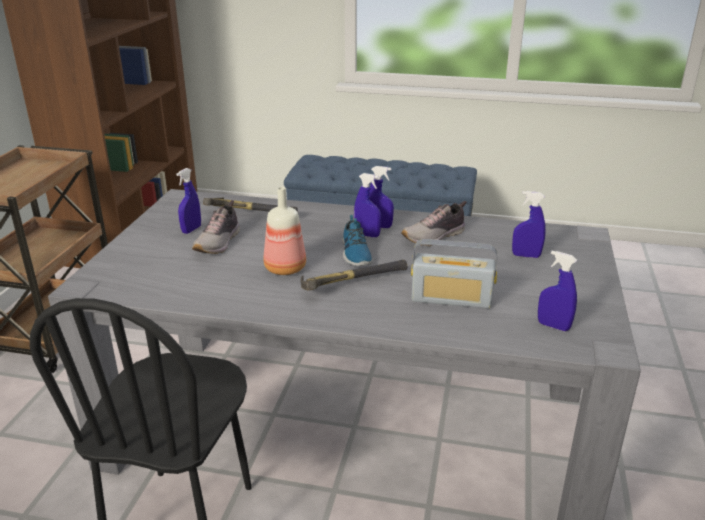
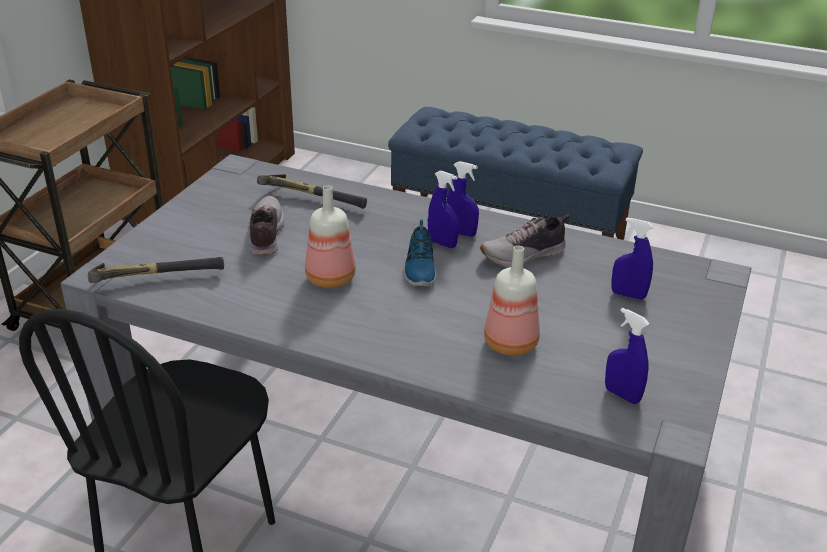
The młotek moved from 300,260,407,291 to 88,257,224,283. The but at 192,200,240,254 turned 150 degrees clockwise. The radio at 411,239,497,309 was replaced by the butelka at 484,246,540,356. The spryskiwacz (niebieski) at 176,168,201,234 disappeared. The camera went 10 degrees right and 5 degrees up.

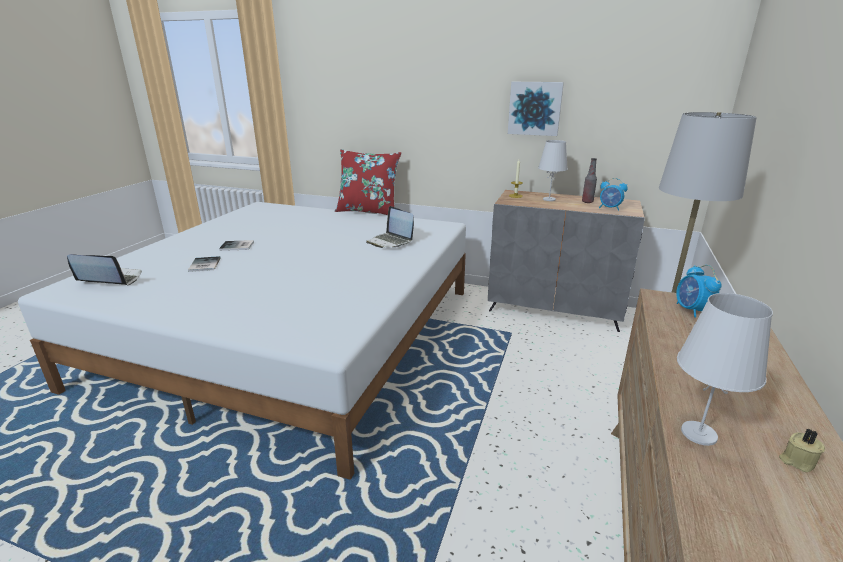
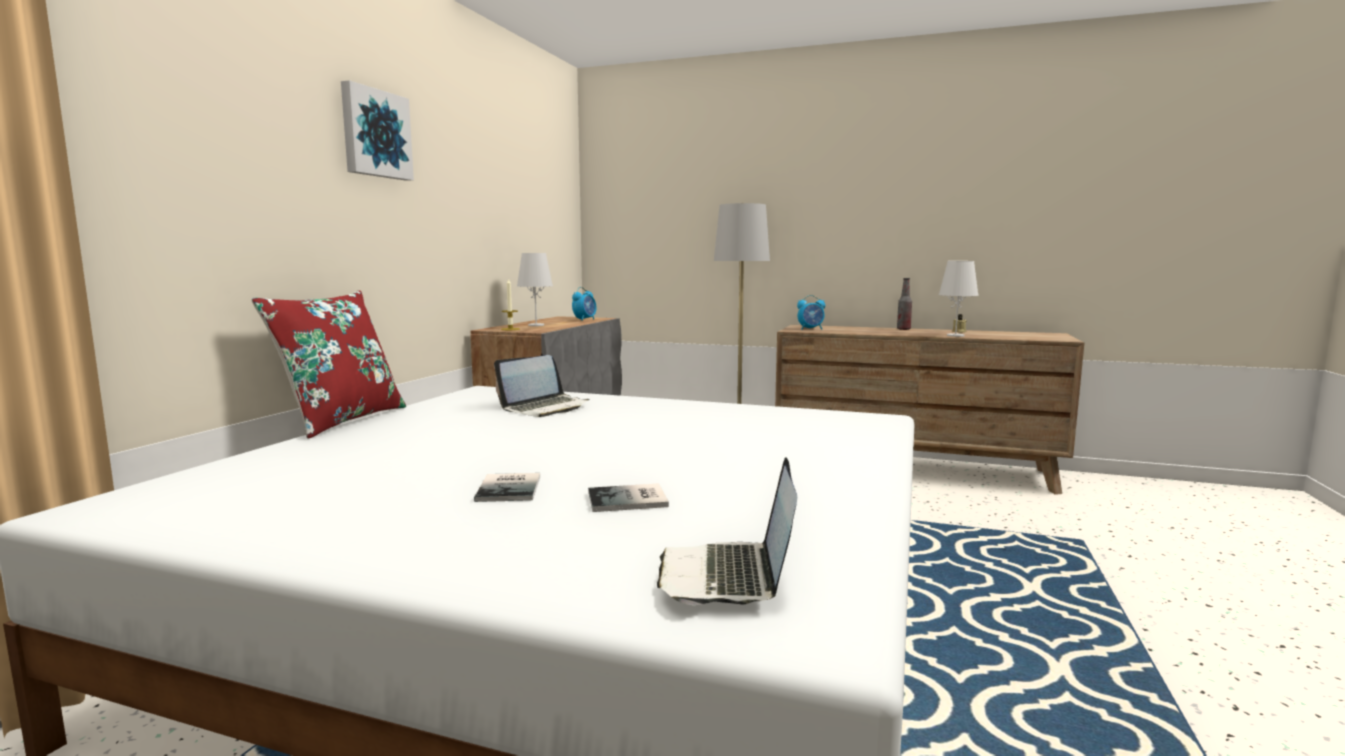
The obraz moved from 508,82,564,136 to 341,80,414,181. The butelka moved from 582,158,597,203 to 897,278,912,330. The camera went 90 degrees left and 15 degrees down.

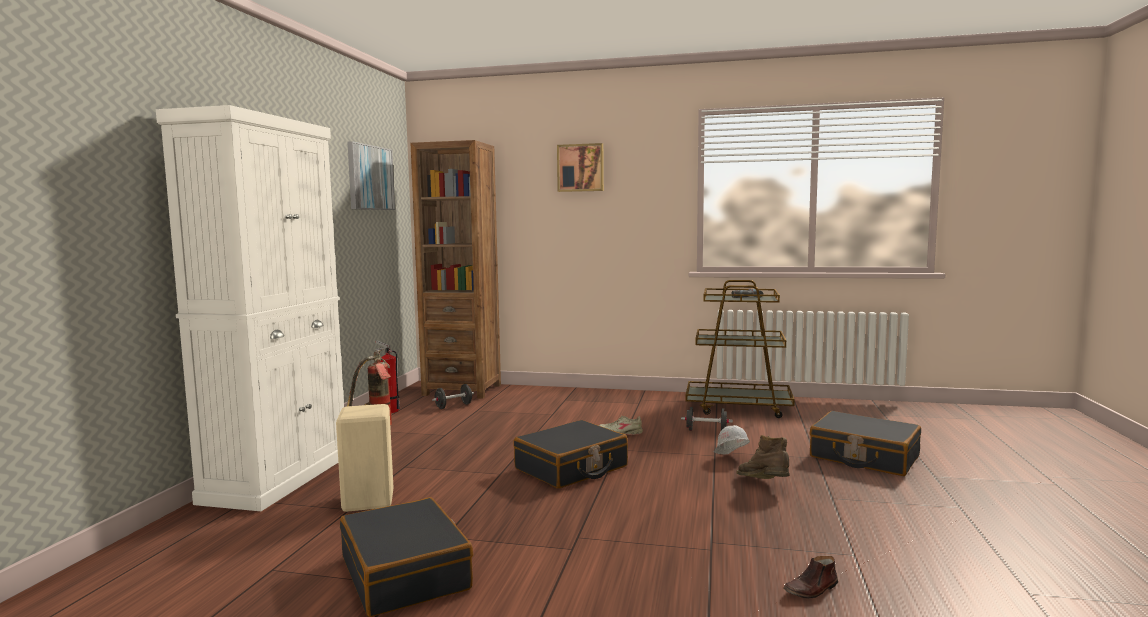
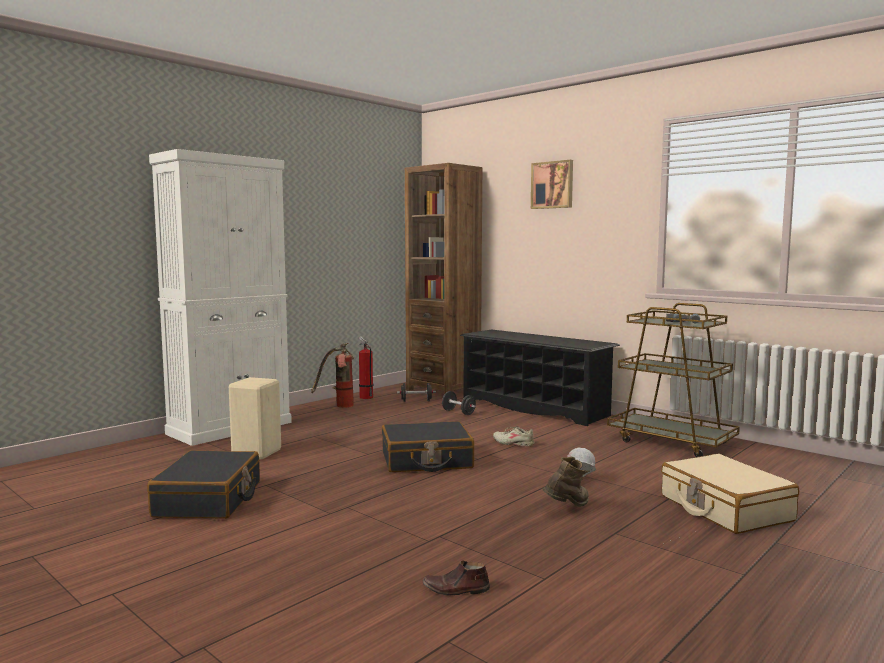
The hantel (czarny) moved from 681,407,733,431 to 442,391,476,415. The regał na buty (czarny) at 460,330,620,426 appeared. The but z cholewką (brązowy) at 736,435,790,479 turned 45 degrees clockwise. The walizka (czarny) at 810,411,921,476 became the walizka (beżowy) at 661,454,799,534. The obraz at 347,141,395,210 disappeared. The camera went 30 degrees right and 0 degrees up.

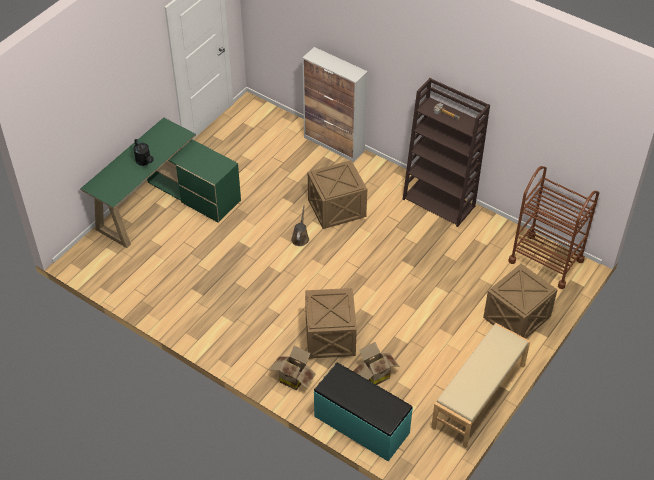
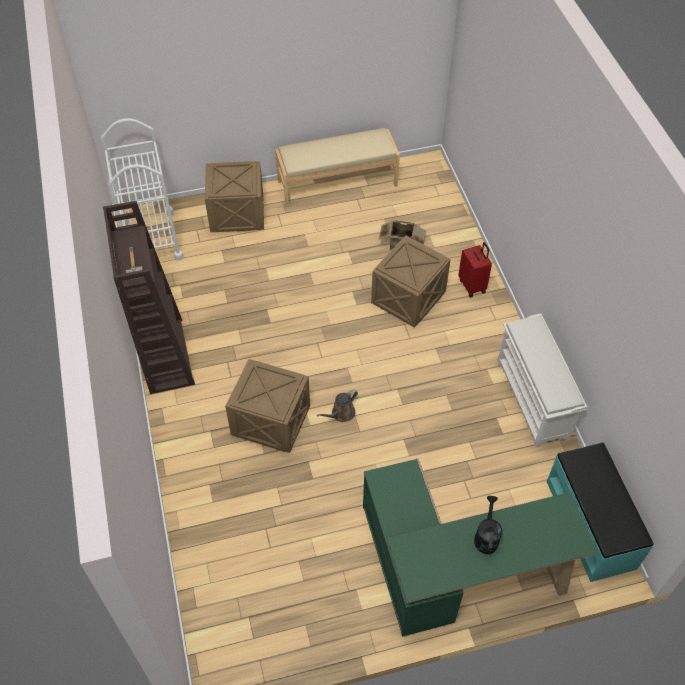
The wózek (brązowy) at 508,166,599,289 became the wózek (biały) at 101,118,183,261. The karton at 270,346,316,390 was replaced by the walizka (czerwony) at 458,242,492,297. The regał na buty (biały) at 497,314,587,448 appeared. The ławka (turkusowy) moved from 314,363,413,461 to 547,442,654,582. The szafka at 302,47,368,162 disappeared. The camera went 140 degrees left and 5 degrees up.

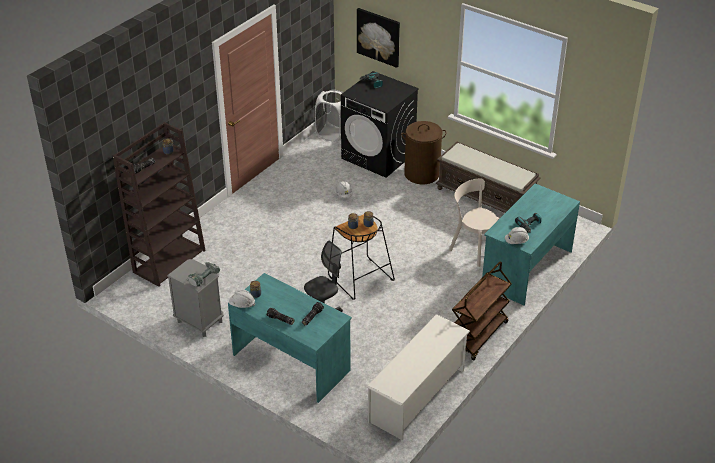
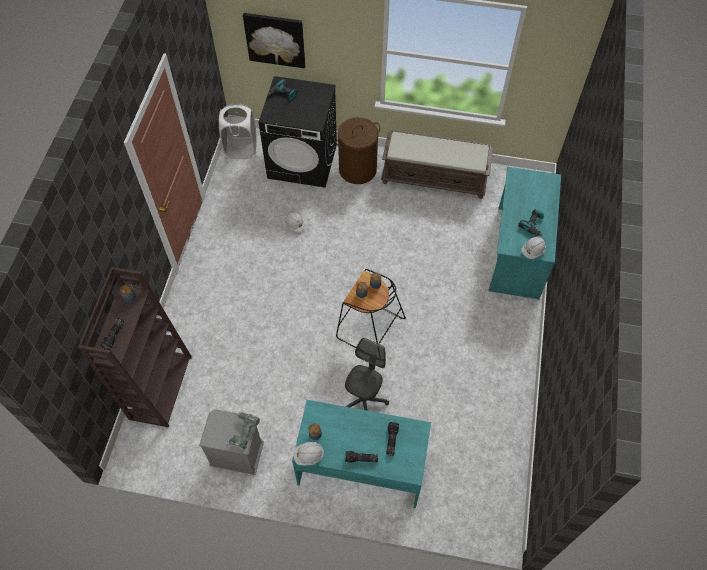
The regał na buty (biały) at 366,314,470,440 disappeared. The krzesło (beżowy) at 449,178,499,267 disappeared. The wózek (brązowy) at 452,261,512,360 disappeared. The camera went 25 degrees left and 20 degrees up.

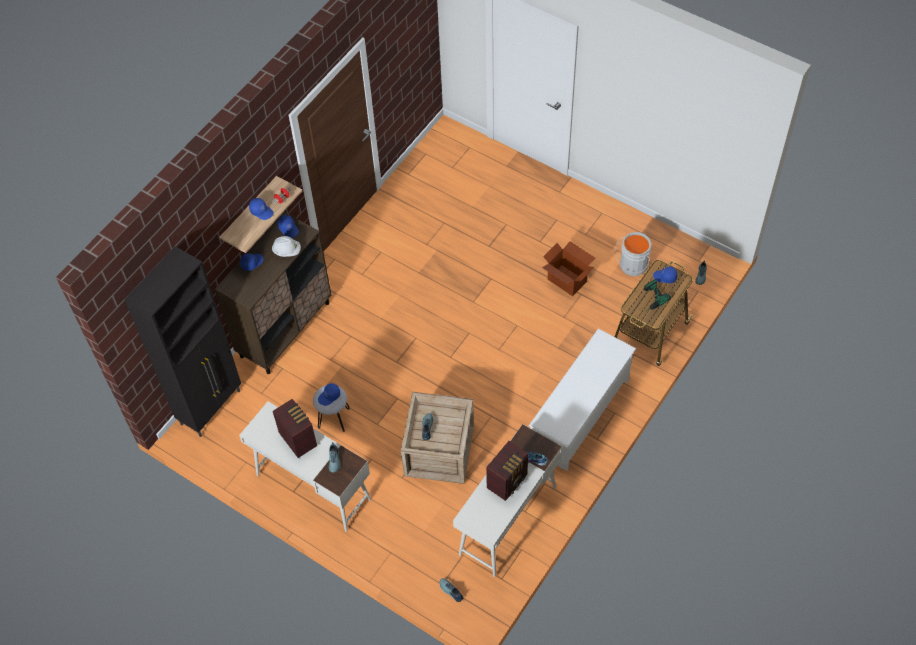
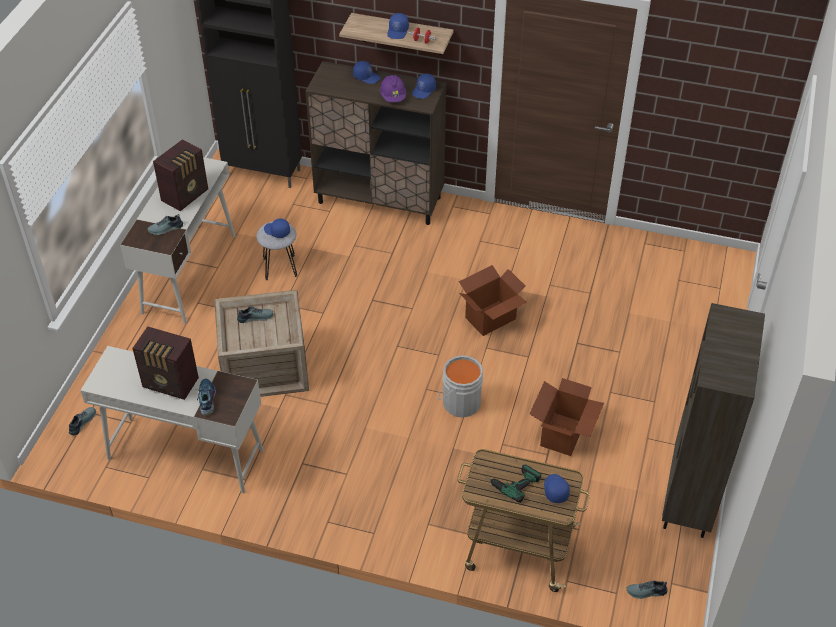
The kask (biały) at 272,236,301,257 became the kask (fioletowy) at 380,75,406,102. The wiadro (szary) moved from 615,232,651,276 to 438,355,483,418. The karton at 459,265,527,336 appeared. The regał (brązowy) at 662,303,765,538 appeared. The regał na buty (biały) at 529,328,636,471 disappeared. The camera went 70 degrees right and 10 degrees down.

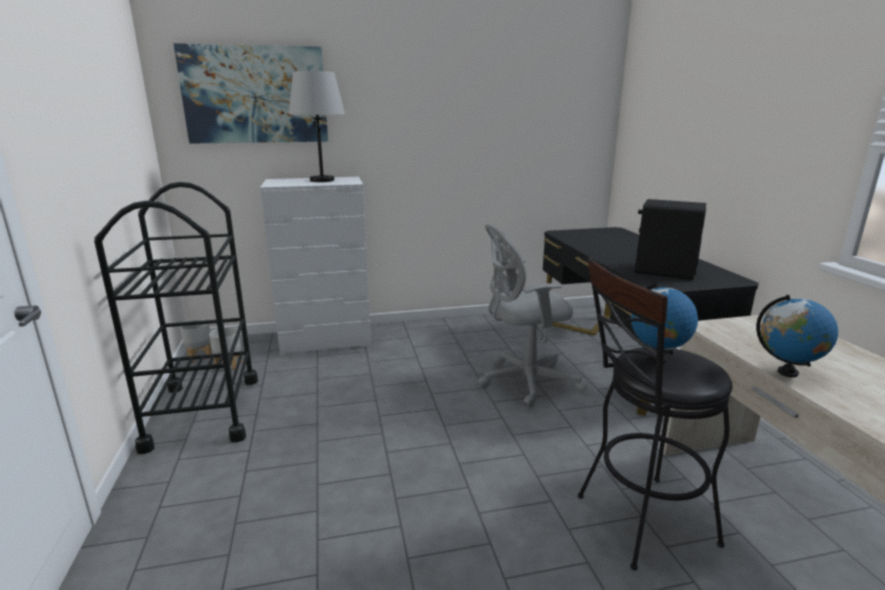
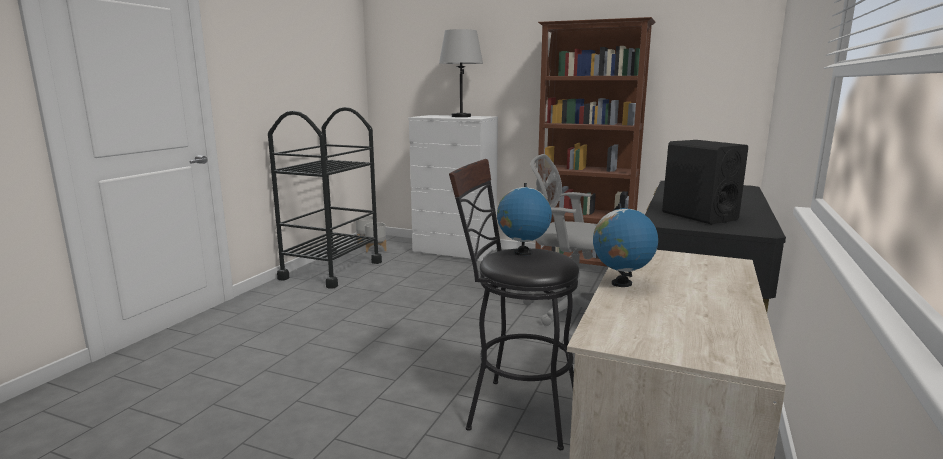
The regał (brązowy) at 535,17,656,267 appeared. The obraz at 173,43,328,144 disappeared. The camera went 35 degrees right and 5 degrees down.

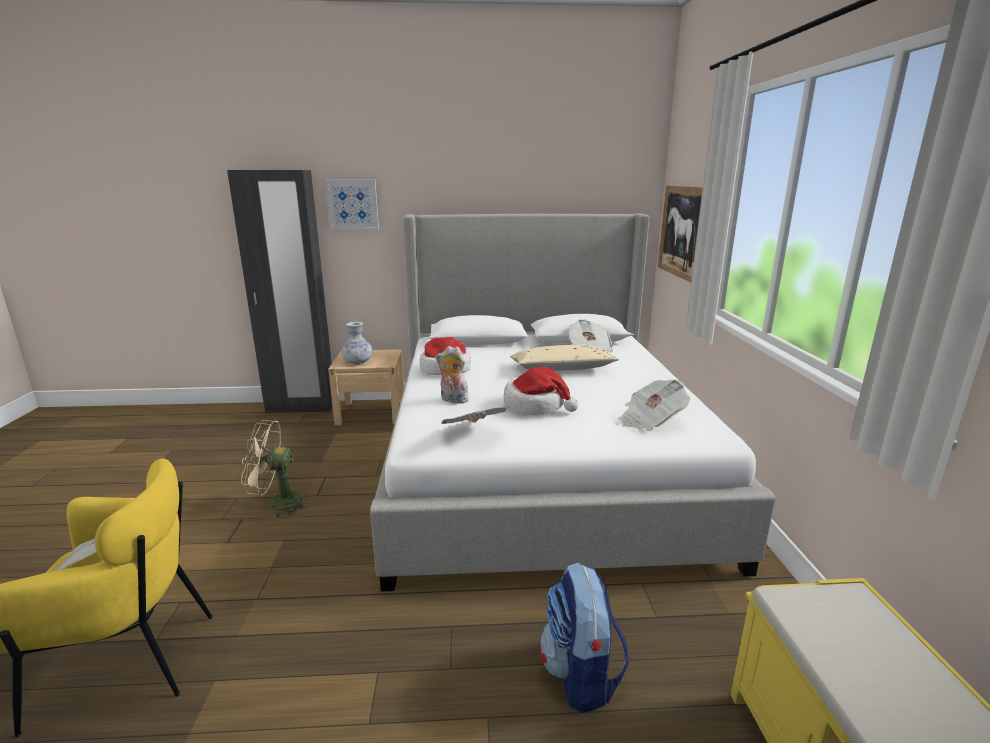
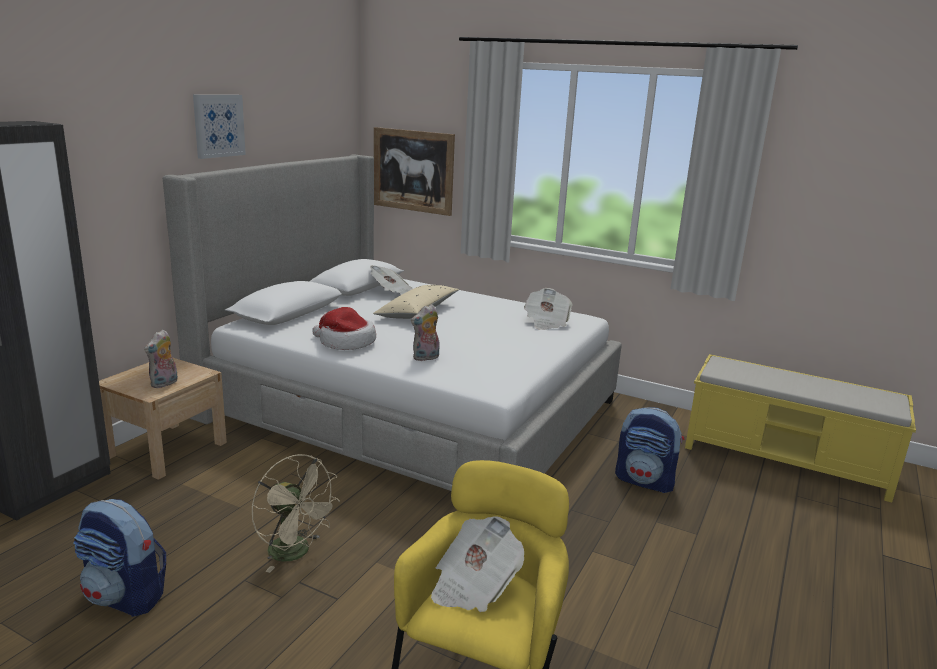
The plecak at 73,499,166,617 appeared. The wazon at 342,322,373,365 was replaced by the pluszak at 144,330,178,388. The obraz moved from 325,179,379,230 to 193,95,246,159. The wentylator (beżowy) at 241,420,311,518 turned 75 degrees counterclockwise. The gazeta at 442,408,506,424 disappeared. The kapelusz at 504,367,579,414 disappeared. The camera went 60 degrees left and 0 degrees up.

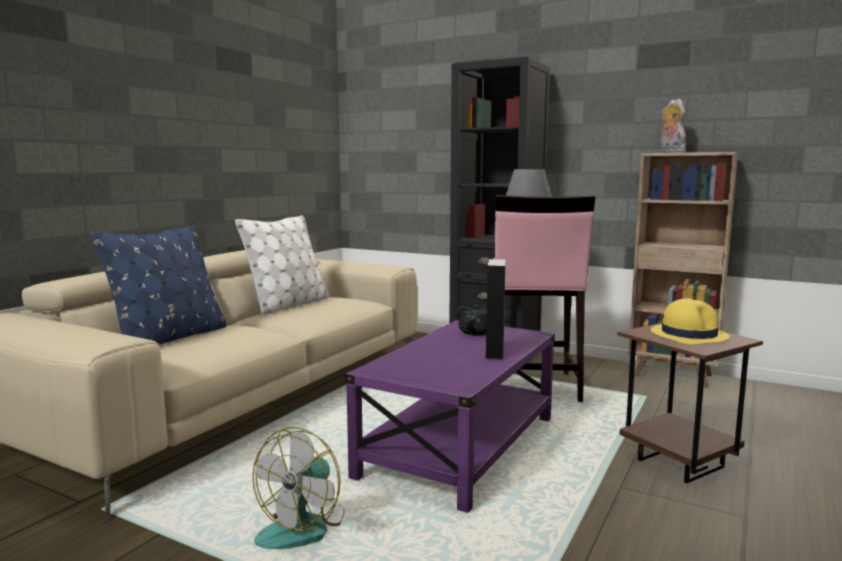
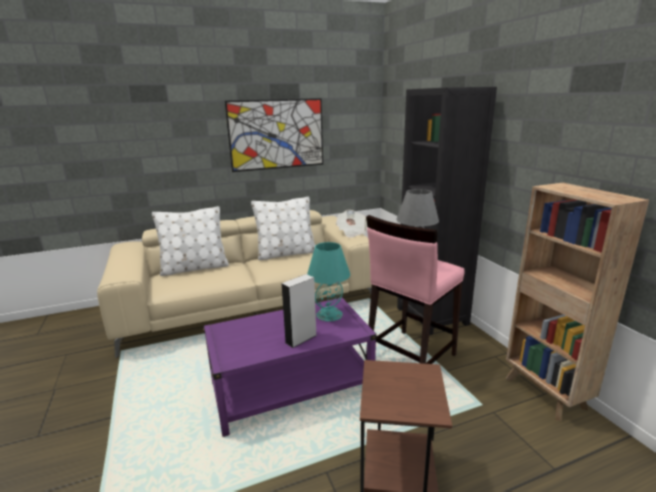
The poduszka (niebieski) at 91,226,227,344 became the poduszka (biały) at 152,206,229,276. The obraz at 225,98,323,172 appeared. The imbryk (czarny) at 458,305,487,335 was replaced by the lampa stołowa (turkusowy) at 307,242,350,322. The gazeta at 336,210,367,238 appeared. The wentylator at 252,427,344,549 disappeared. The kapelusz (żółty) at 651,298,730,345 disappeared. The pluszak at 660,99,687,153 disappeared. The camera went 40 degrees right and 10 degrees up.

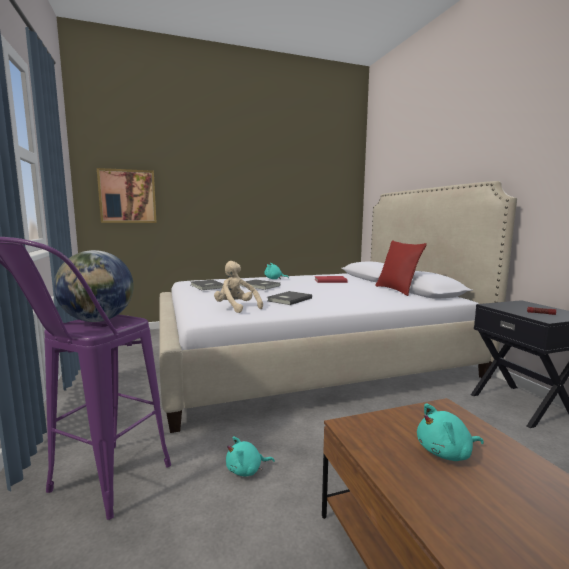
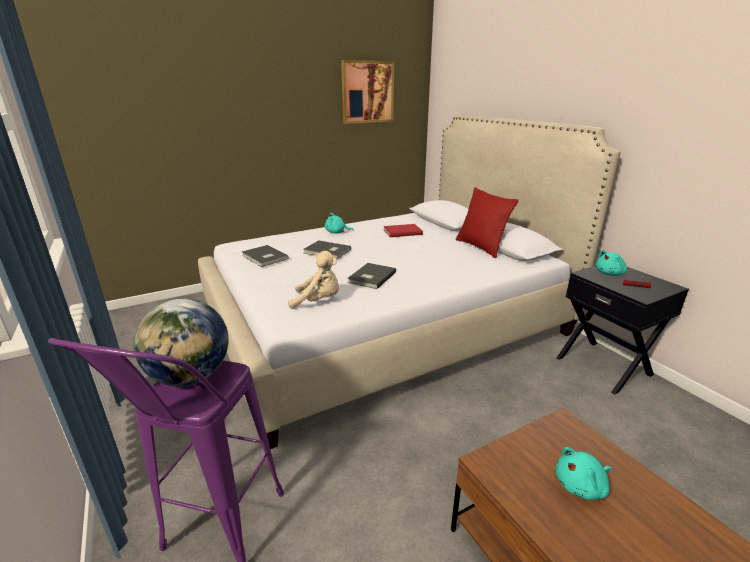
The pluszak (beżowy) at 214,261,263,313 turned 150 degrees clockwise. The obraz moved from 97,168,157,223 to 341,60,394,124. The pluszak (turkusowy) moved from 226,437,275,477 to 596,250,627,276. The camera went 10 degrees left and 15 degrees up.

